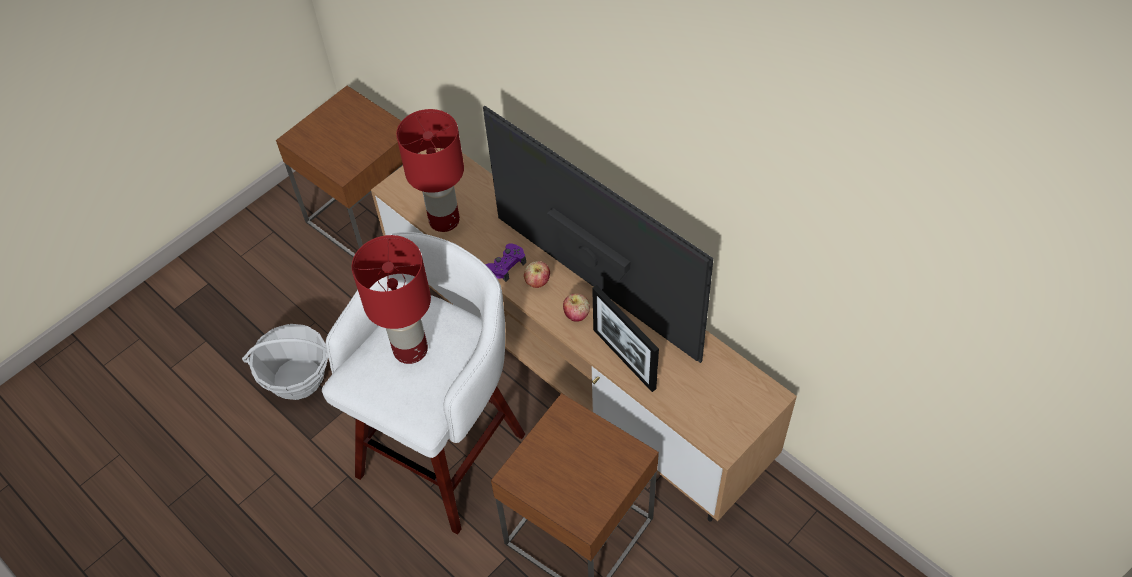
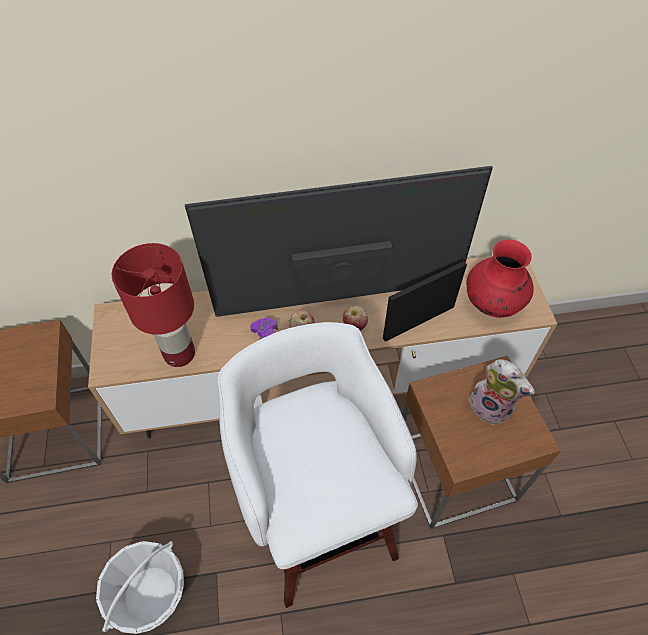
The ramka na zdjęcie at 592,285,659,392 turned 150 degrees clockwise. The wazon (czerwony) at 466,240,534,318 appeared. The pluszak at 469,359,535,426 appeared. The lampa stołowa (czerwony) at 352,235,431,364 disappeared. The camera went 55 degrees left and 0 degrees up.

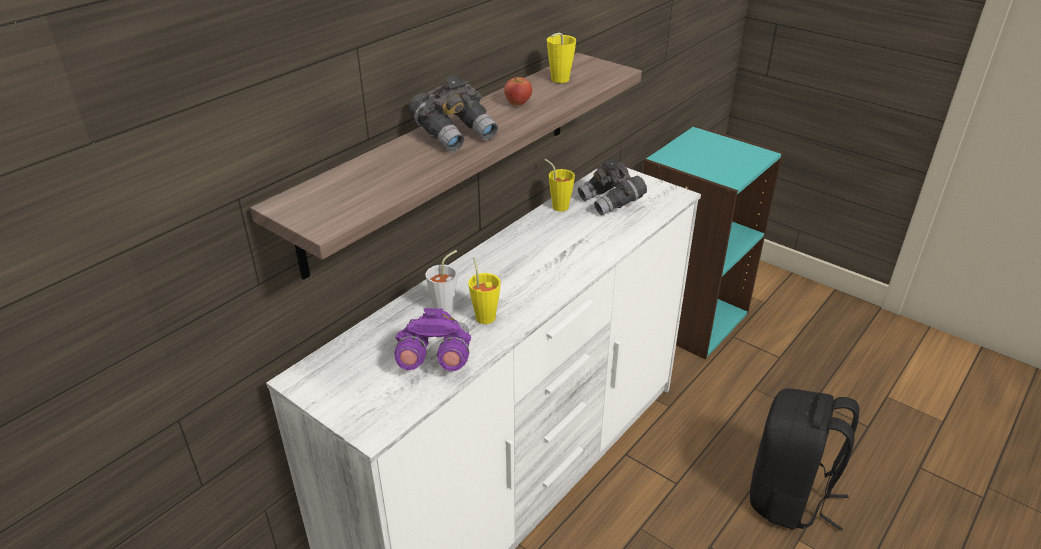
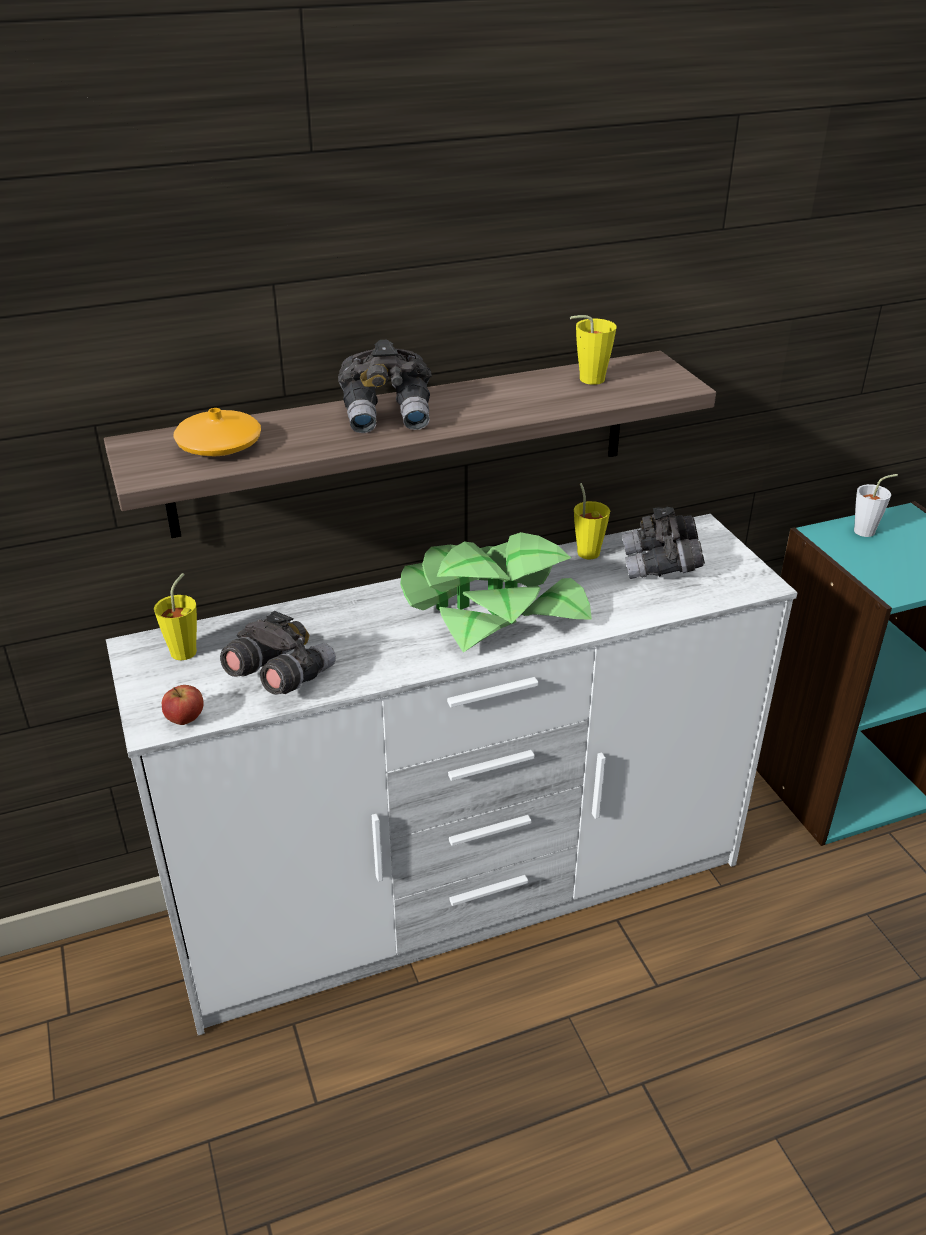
The filiżanka (żółty) moved from 468,257,501,324 to 154,573,197,660. The jabłko moved from 504,76,532,106 to 162,685,203,725. The wazon (pomarańczowy) at 173,408,261,456 appeared. The lornetka (fioletowy) at 394,308,471,371 became the lornetka (szary) at 220,611,336,695. The roślina doniczkowa at 400,532,592,653 appeared. The filiżanka (biały) moved from 425,250,457,314 to 854,474,898,537. The plecak (czarny) at 750,388,860,531 disappeared. The camera went 30 degrees right and 0 degrees up.

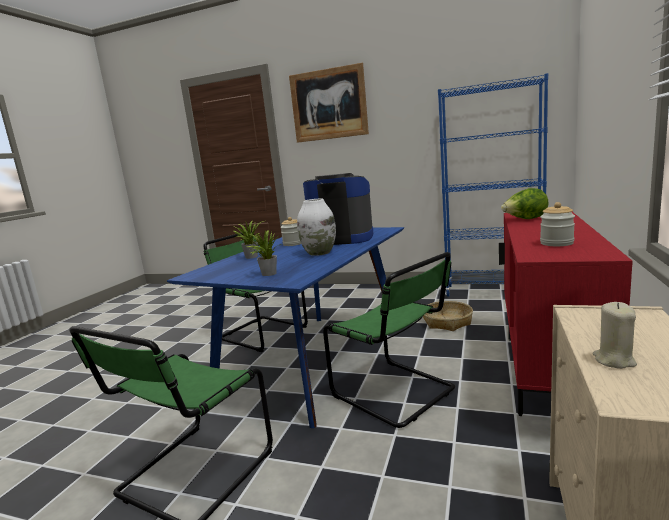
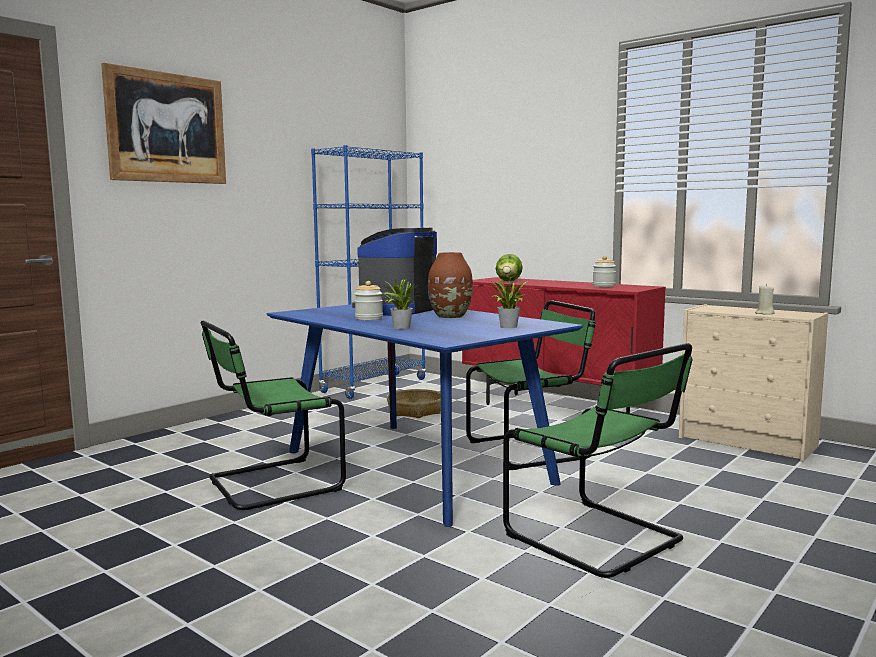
The wazon (biały) at 297,199,336,256 became the wazon (brązowy) at 428,252,473,318. The camera went 70 degrees left and 5 degrees down.

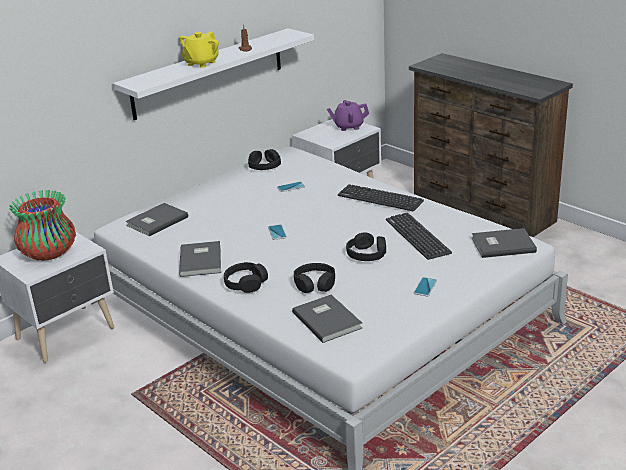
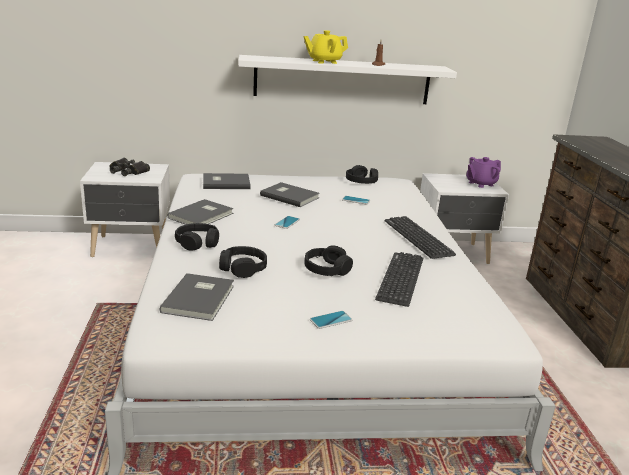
The wazon at 9,190,76,261 was replaced by the lornetka (czarny) at 110,158,150,176. The książka (szary) moved from 472,228,537,258 to 260,182,320,207. The imbryk (fioletowy) at 327,100,369,131 turned 60 degrees counterclockwise. The camera went 35 degrees right and 5 degrees down.

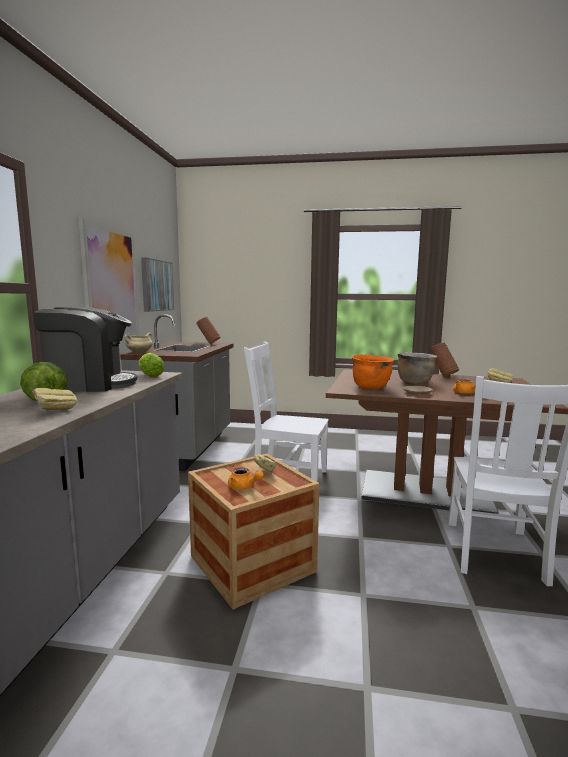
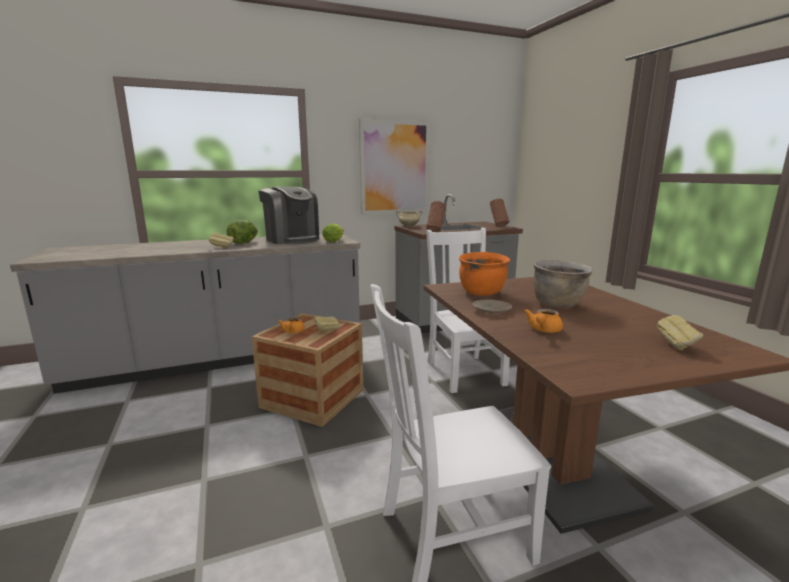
The wazon (brązowy) moved from 430,342,459,377 to 426,201,446,232. The obraz at 141,257,174,312 disappeared. The camera went 60 degrees right and 5 degrees up.

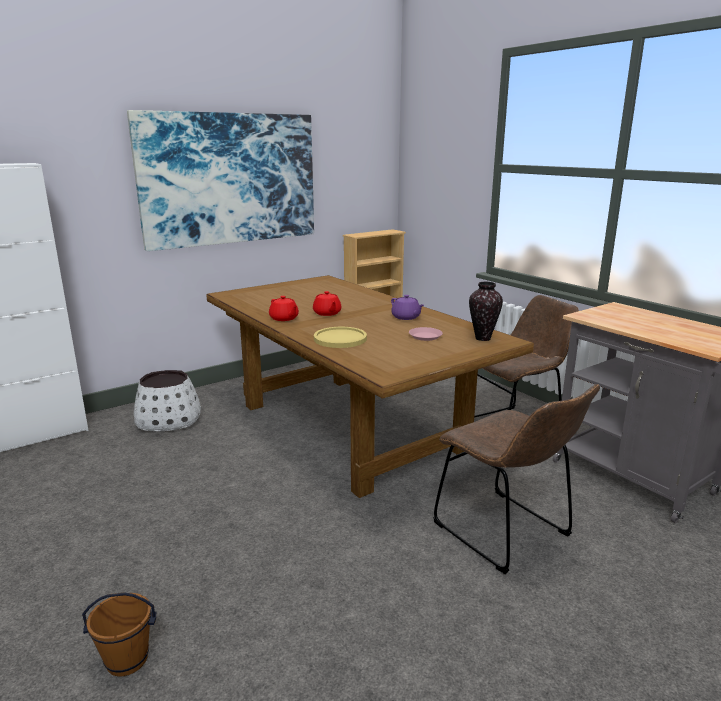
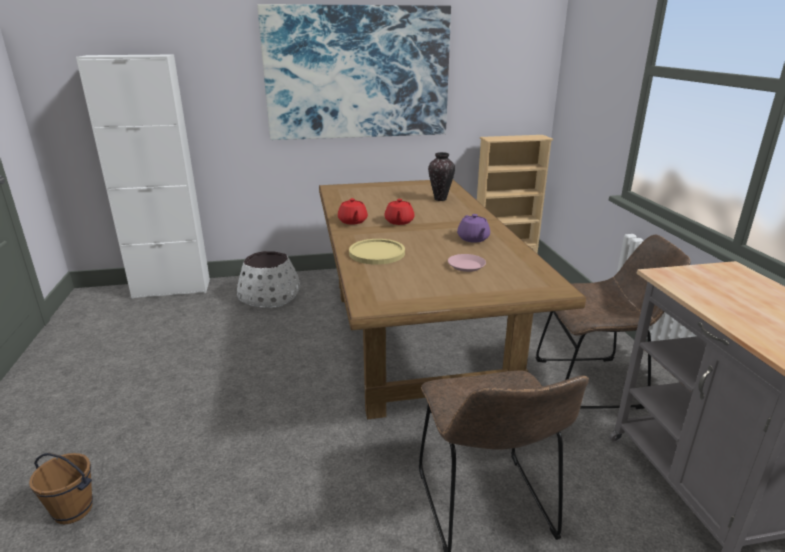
The wazon moved from 469,282,503,341 to 428,152,455,201. The camera went 25 degrees right and 5 degrees up.

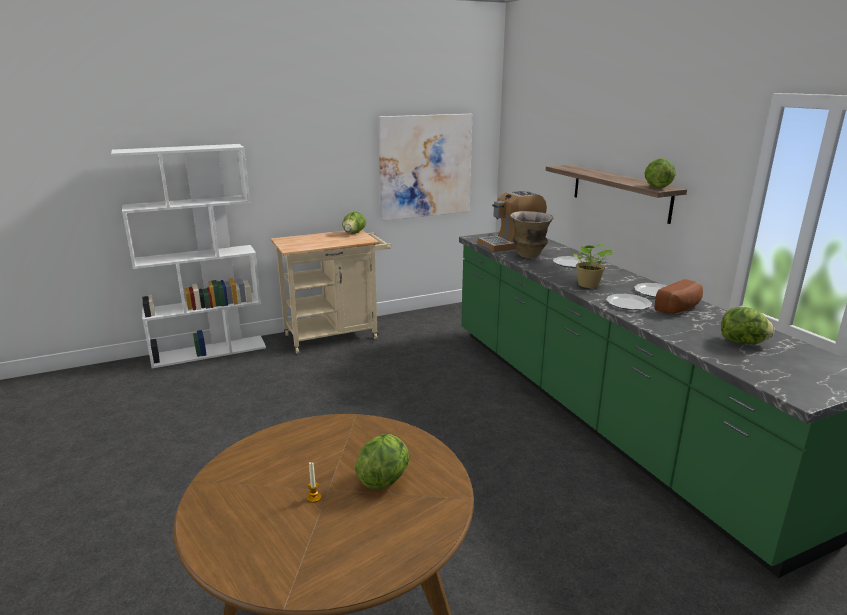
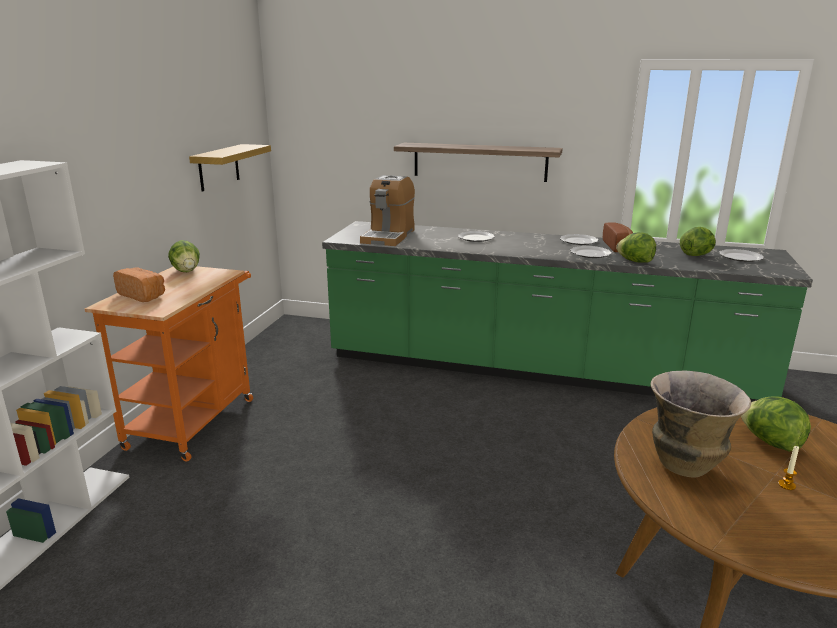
The wózek (beżowy) at 271,230,392,354 became the wózek (pomarańczowy) at 85,266,253,462. The chleb at 113,267,165,302 appeared. The obraz at 378,114,472,221 was replaced by the półka at 189,144,271,192. The sałata moved from 645,158,676,188 to 616,232,656,263. The wazon moved from 510,211,553,258 to 650,371,751,477. The talerz at 720,249,764,262 appeared. The roślina doniczkowa at 573,243,614,288 disappeared. The camera went 50 degrees left and 0 degrees up.

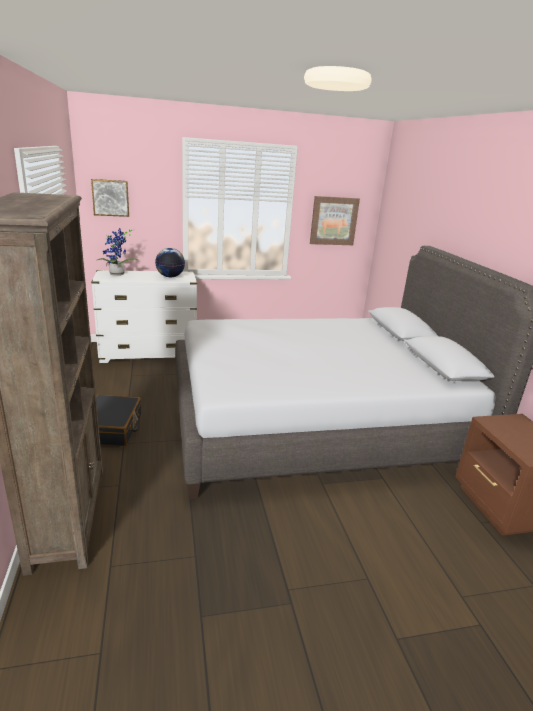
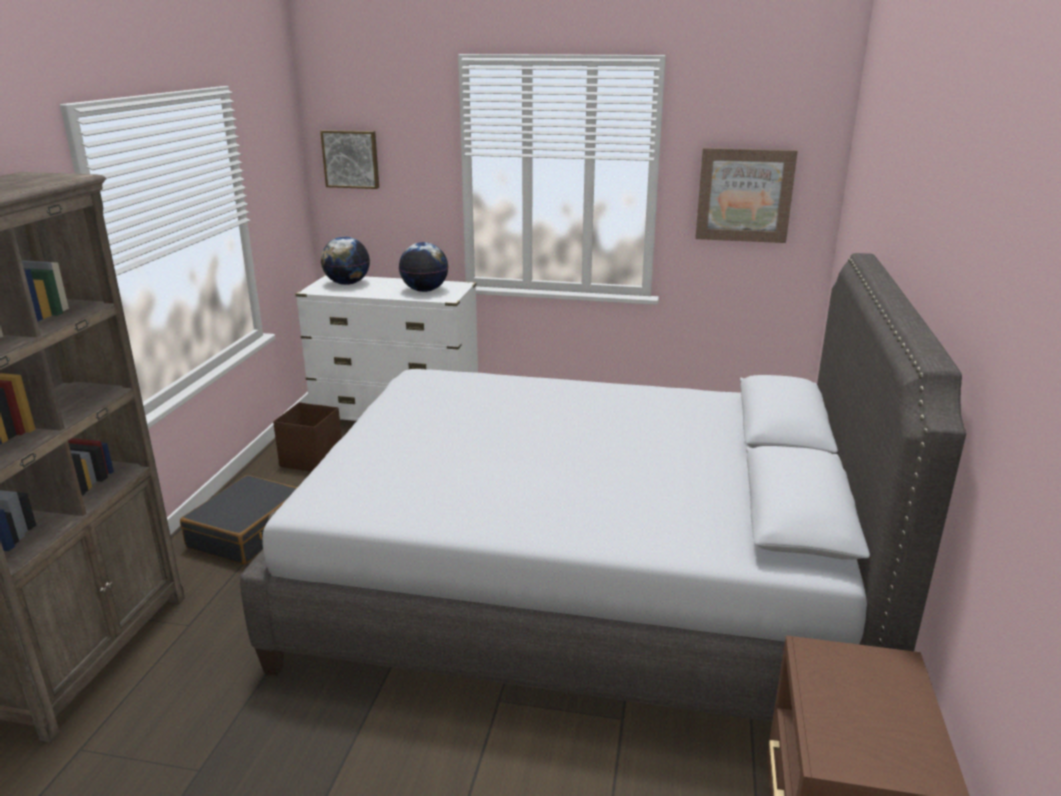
The pojemnik do przechowywania (brązowy) at 273,402,342,472 appeared. The roślina doniczkowa at 97,228,139,276 was replaced by the globus at 321,236,370,285. The camera went 25 degrees right and 0 degrees up.

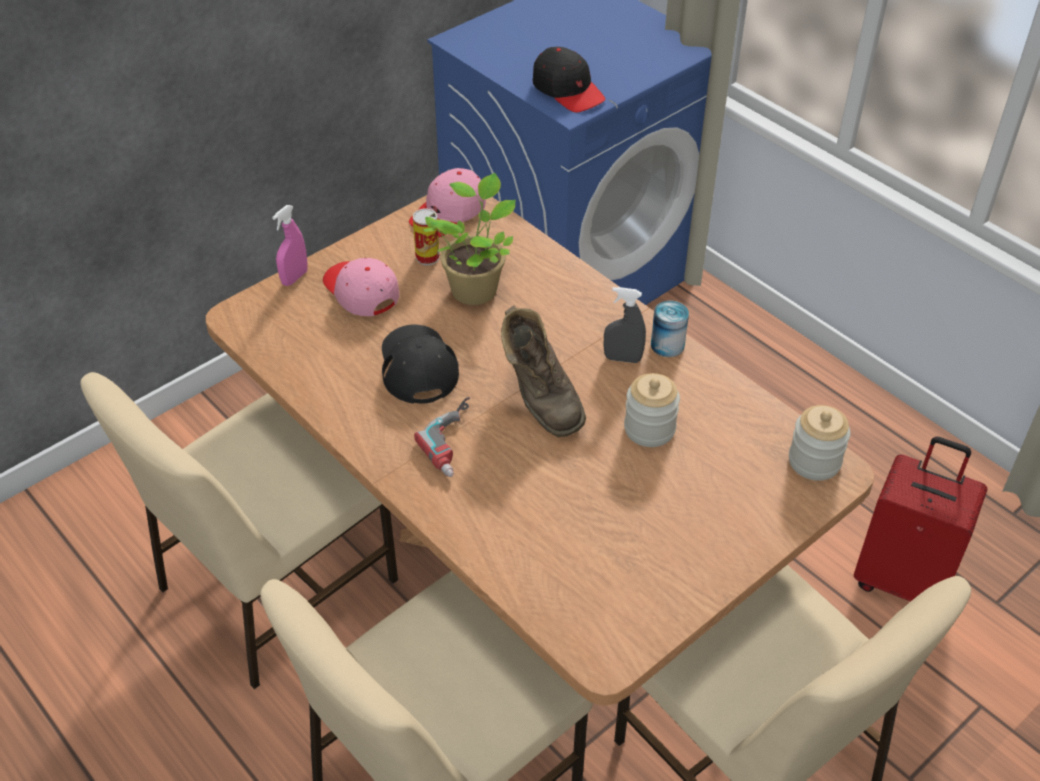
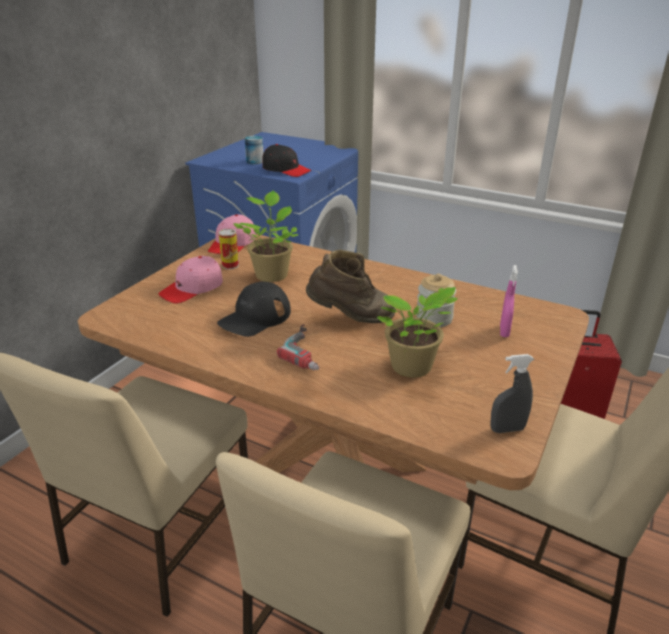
The czapka z daszkiem (różowy) at 323,258,399,316 turned 75 degrees counterclockwise. The czapka z daszkiem (czarny) at 382,325,459,404 turned 105 degrees counterclockwise. The puszka moved from 651,301,689,357 to 245,136,264,164. The but z cholewką (brązowy) at 501,305,586,437 turned 45 degrees counterclockwise. The roślina doniczkowa at 377,287,458,377 appeared. The spryskiwacz (szary) moved from 604,287,646,363 to 490,354,534,433. The spryskiwacz (różowy) moved from 272,205,308,286 to 500,265,518,337. The słoik at 789,405,851,481 disappeared. The camera went 20 degrees left and 15 degrees down.

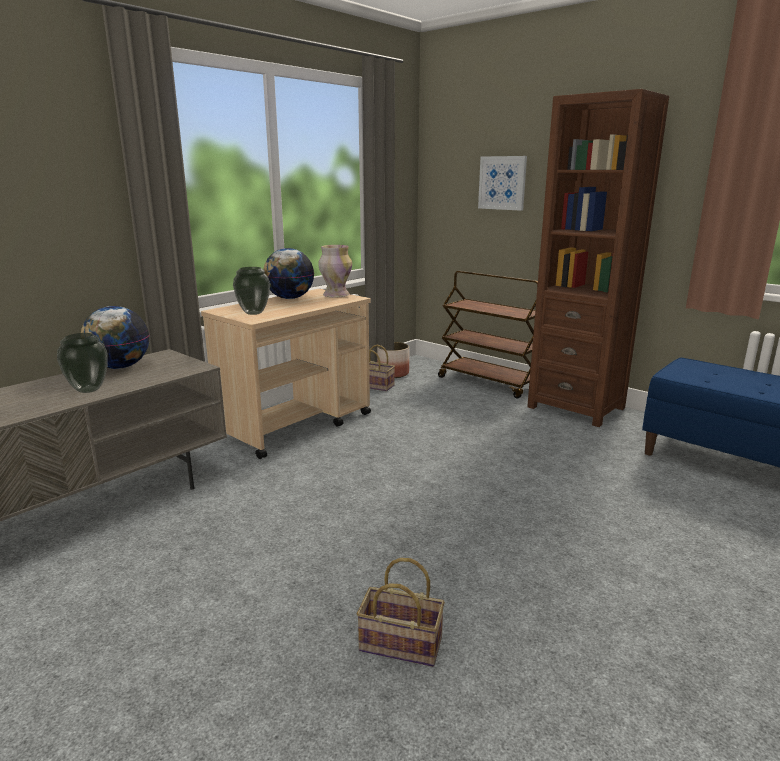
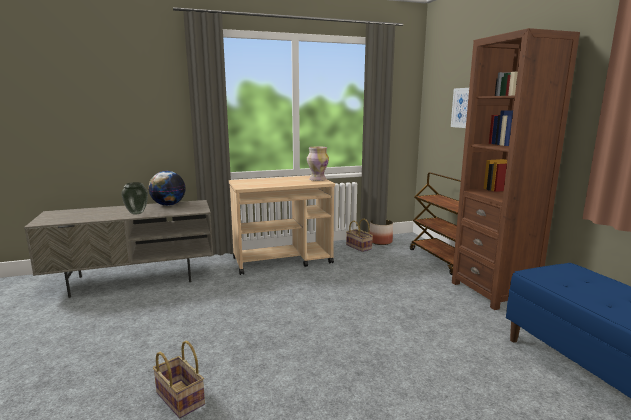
The wazon at 233,267,270,315 disappeared. The globus at 263,248,314,299 disappeared. The camera went 30 degrees right and 5 degrees down.

